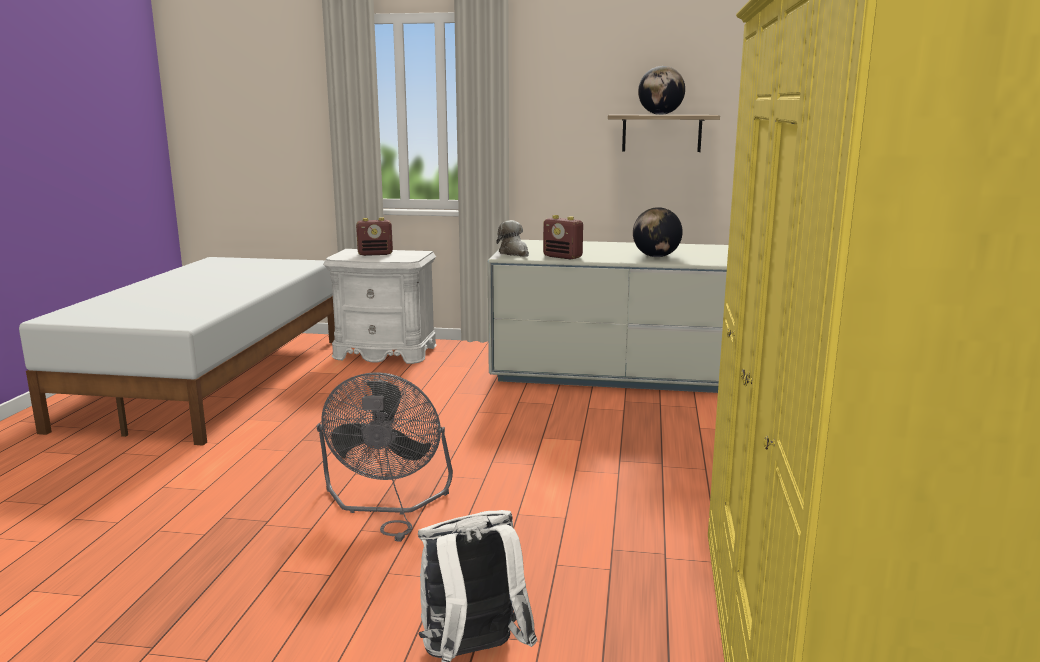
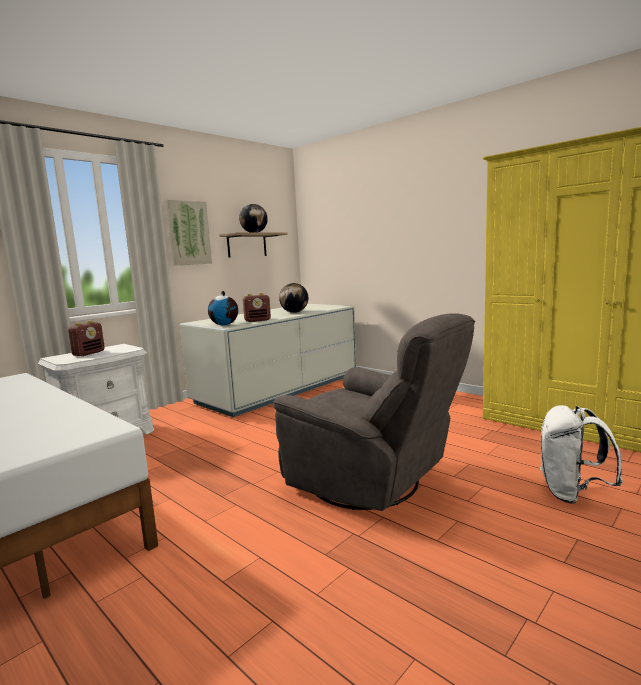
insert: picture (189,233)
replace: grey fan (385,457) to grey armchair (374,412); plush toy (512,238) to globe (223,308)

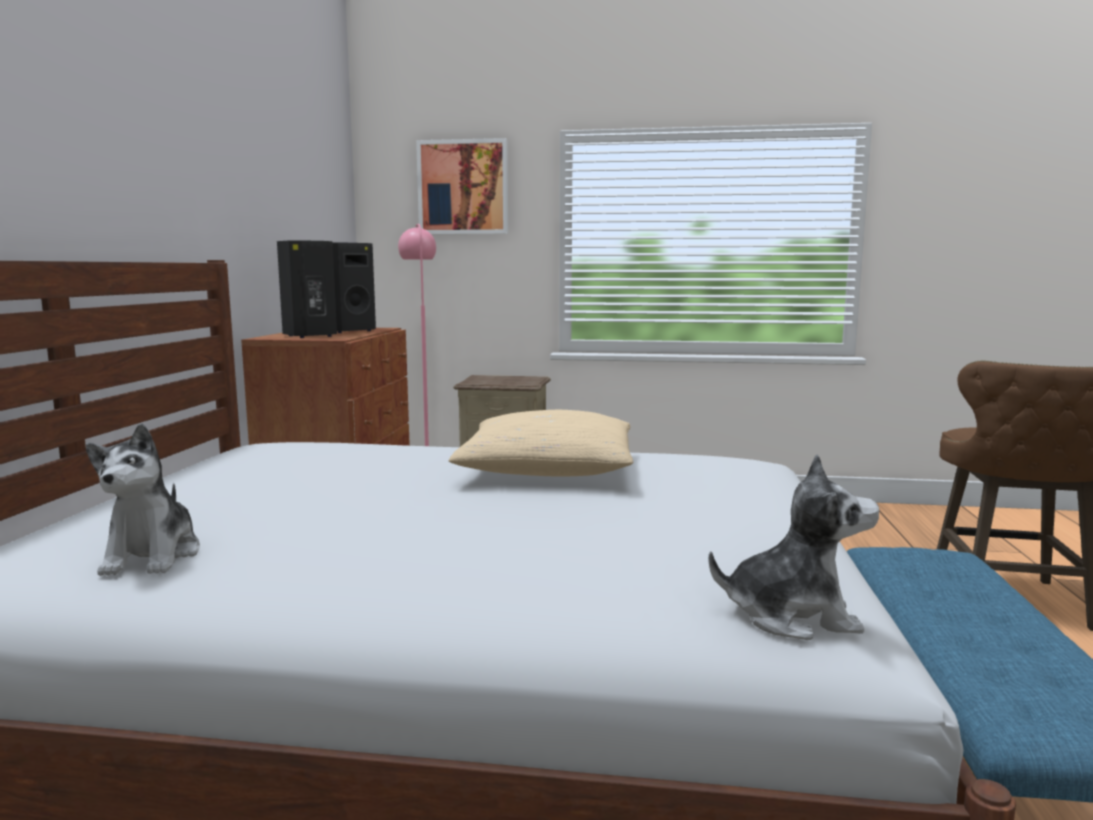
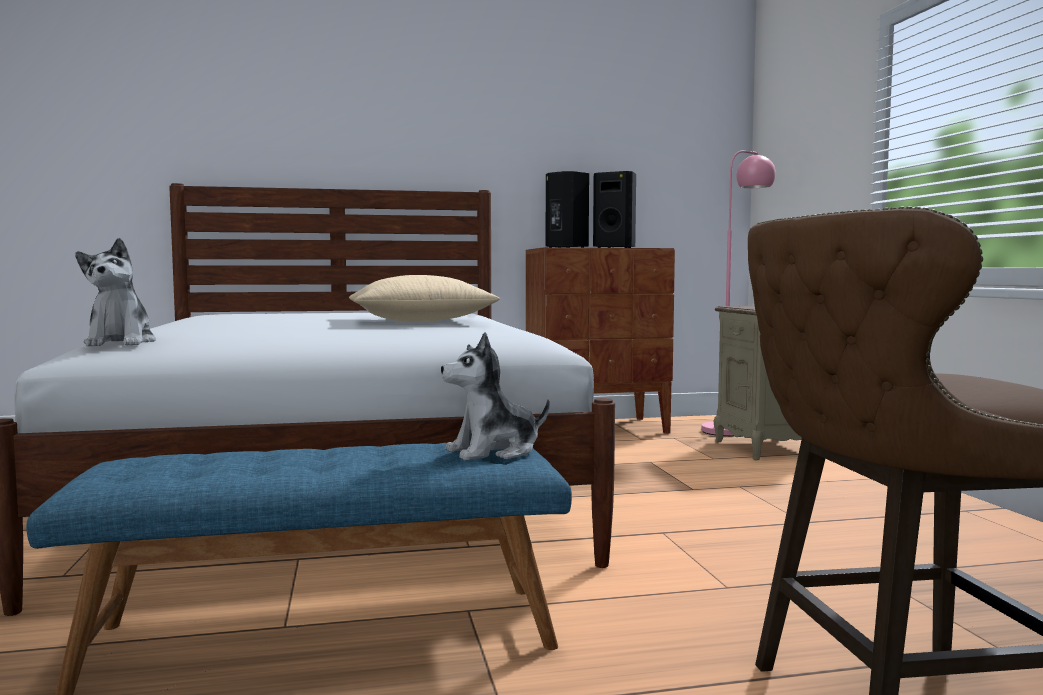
delete: picture (462,186)
move: plush toy (143,499) to (495,396)

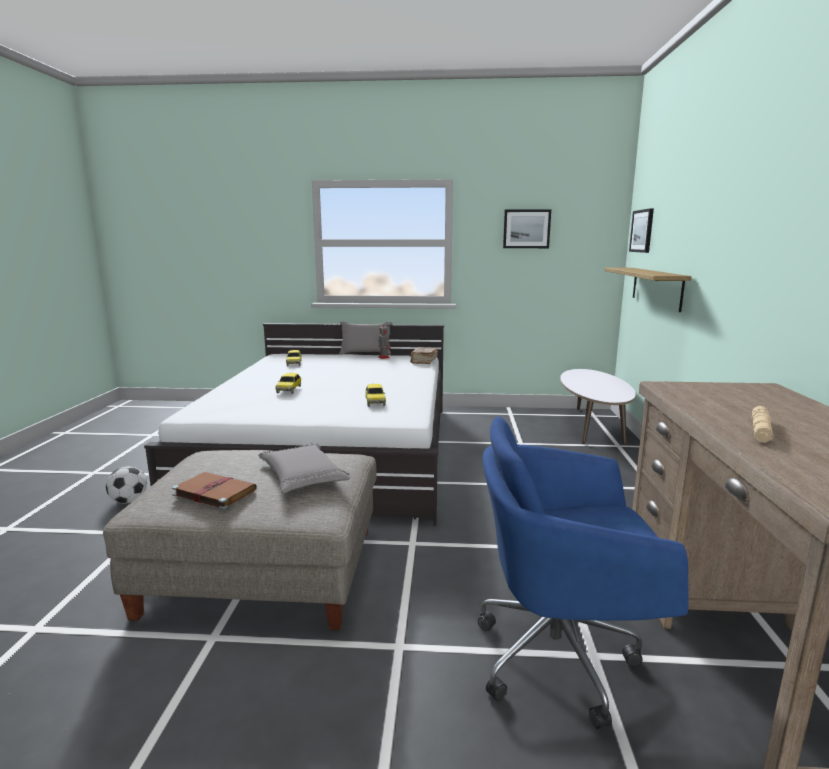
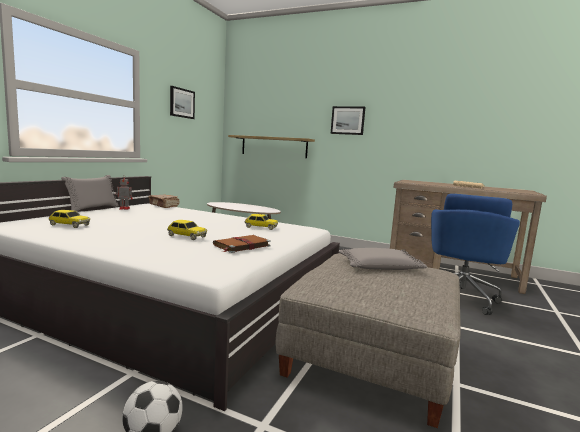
move: brown book (214,490) to (242,244); picture (641,230) to (348,120)

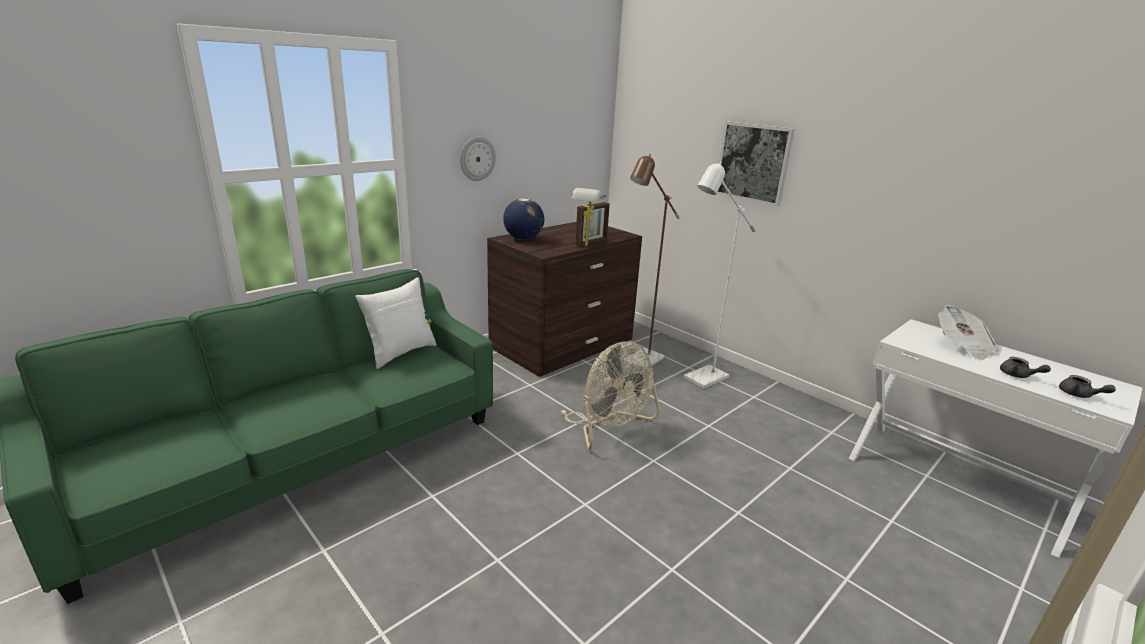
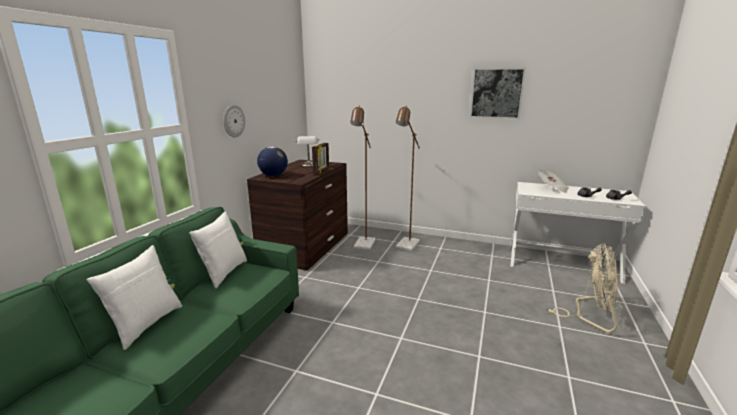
insert: white pillow (134,297)
move: beige fan (610,396) to (582,289); picture (756,163) to (498,93)
recolor: white floor lamp (720,275) to brown floor lamp (408,178)

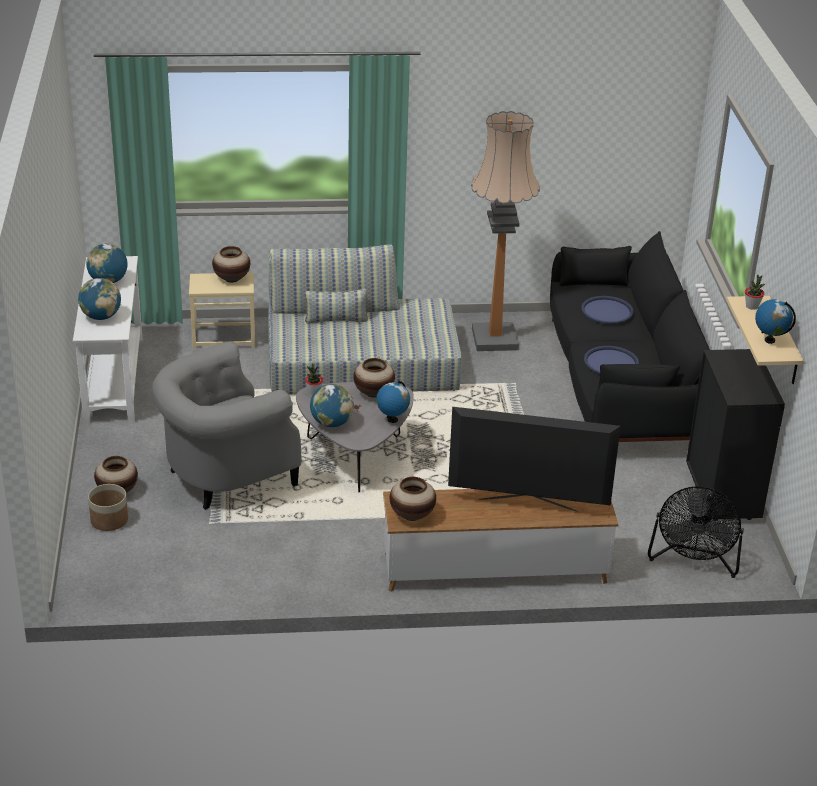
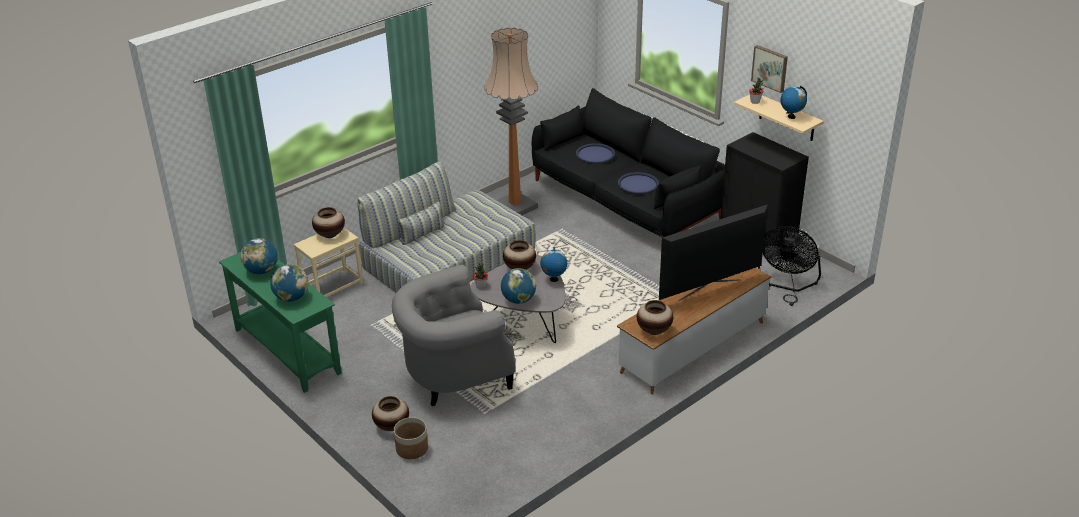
insert: picture (769,69)
recolor: white console table (108,340) to green console table (280,322)
rotate: grey armchair (226,425) = (453,335) 45 degrees clockwise; black fan (696,532) = (789,266) 135 degrees counterclockwise

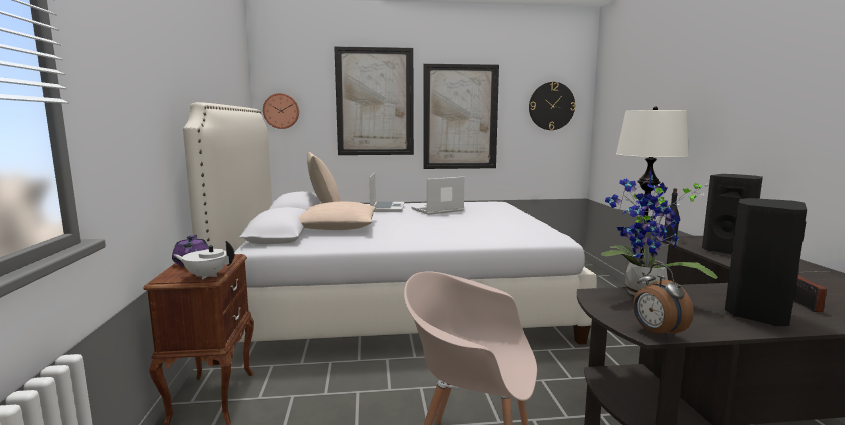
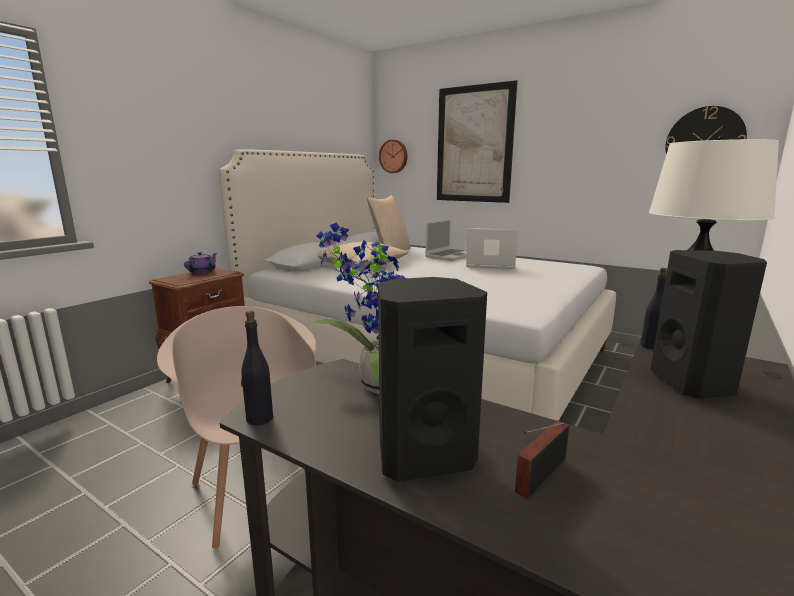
delete: white teapot (204,260); picture (461,116)
replace: alarm clock (663,301) to black bottle (257,368)

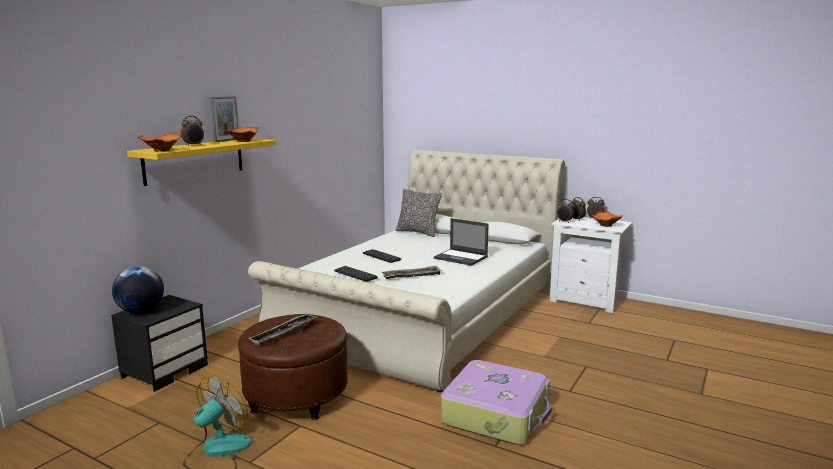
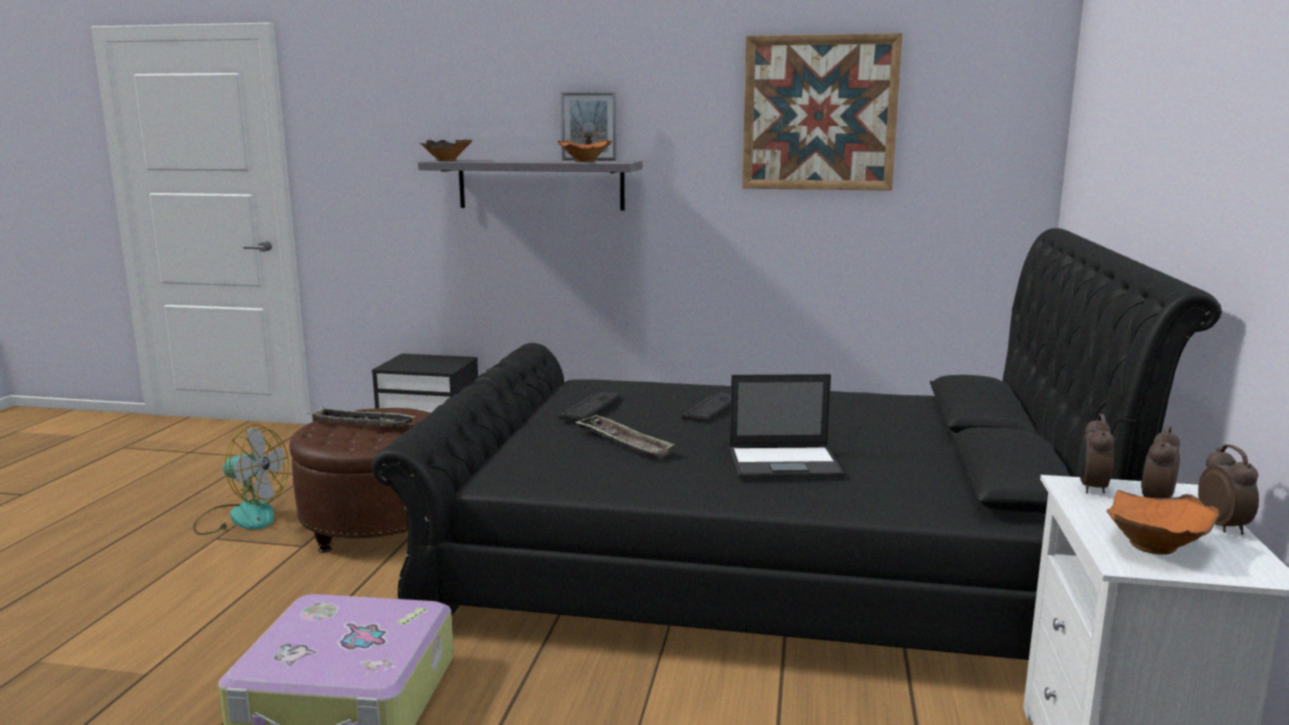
delete: globe (138,289); alarm clock (192,131); pillow (419,213)
insert: picture (822,112)
recolor: yellow shelf (201,162) to grey shelf (530,185); orange bowl (160,142) to black bowl (446,150); beige bed (406,271) to black bed (796,444)
rotate: laptop (461,242) = (787,426) 105 degrees counterclockwise

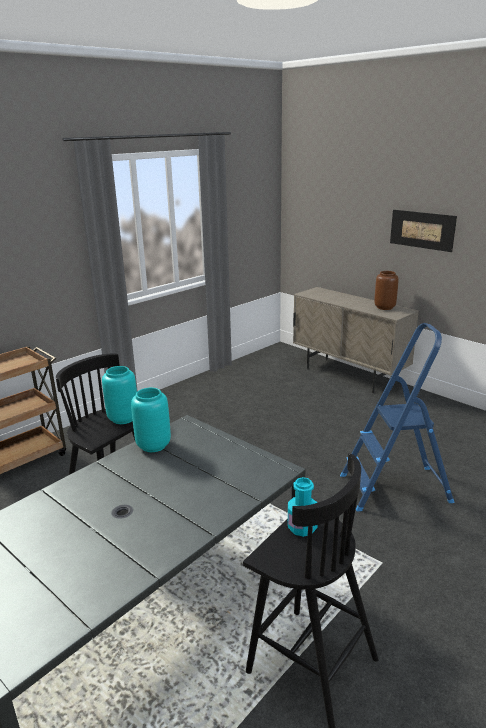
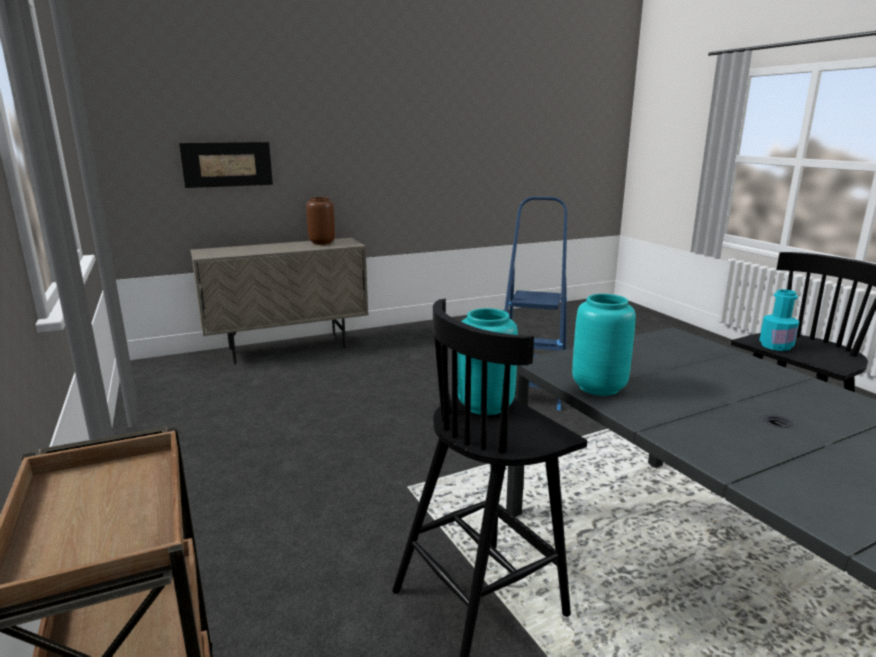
move: picture (423,231) to (226,165)

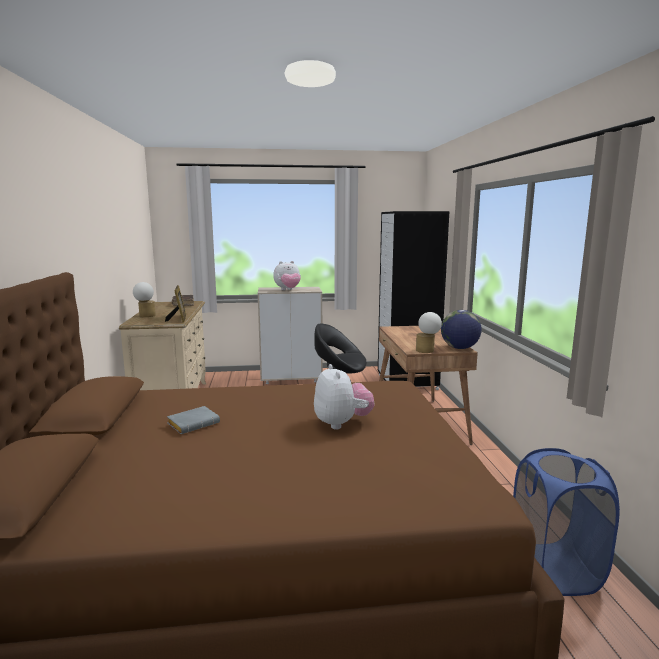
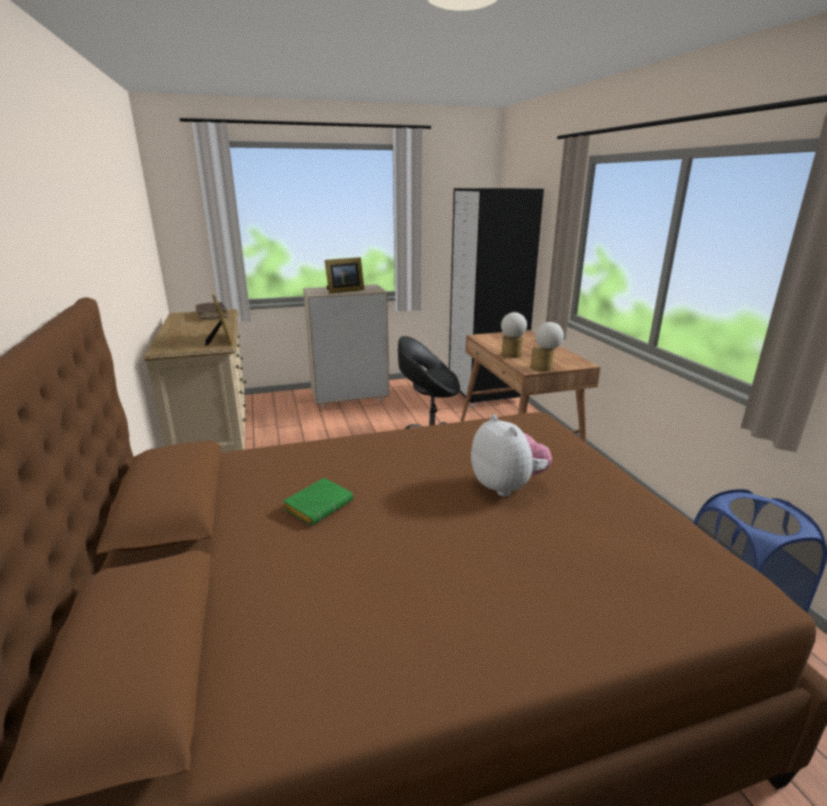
delete: globe (461,329)
move: table lamp (144,299) to (514,335)
replace: plush toy (287,275) to picture frame (344,275)
recolor: grey book (193,420) to green book (318,502)

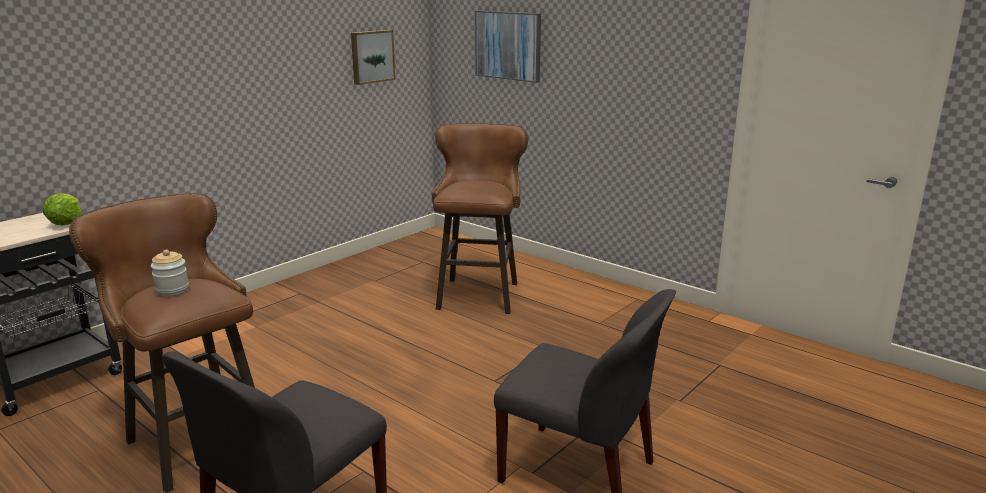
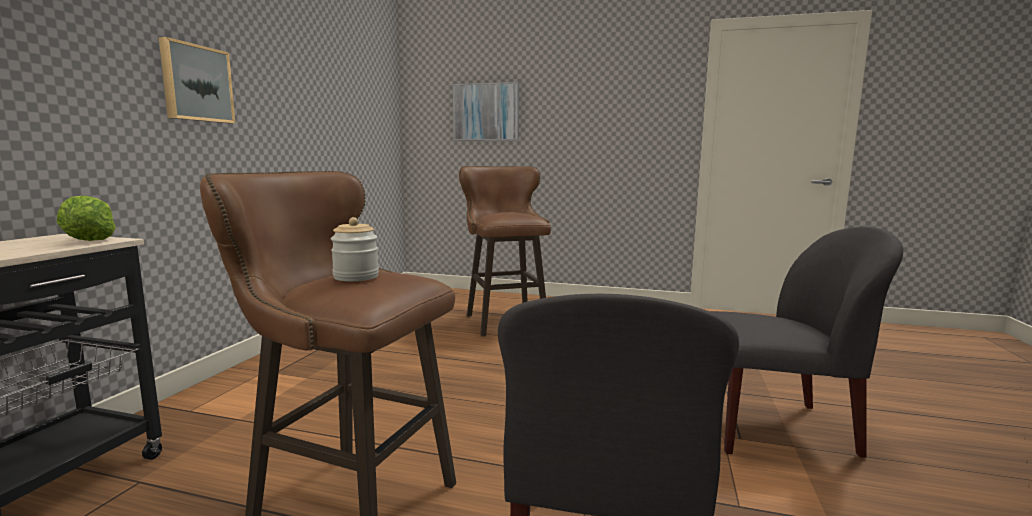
move: picture (373,57) to (197,80)

